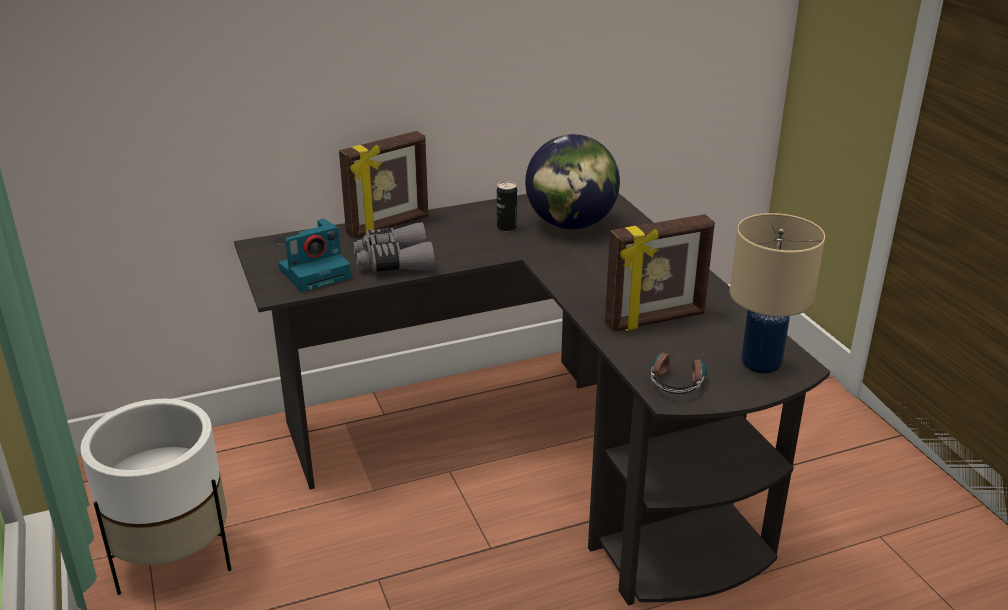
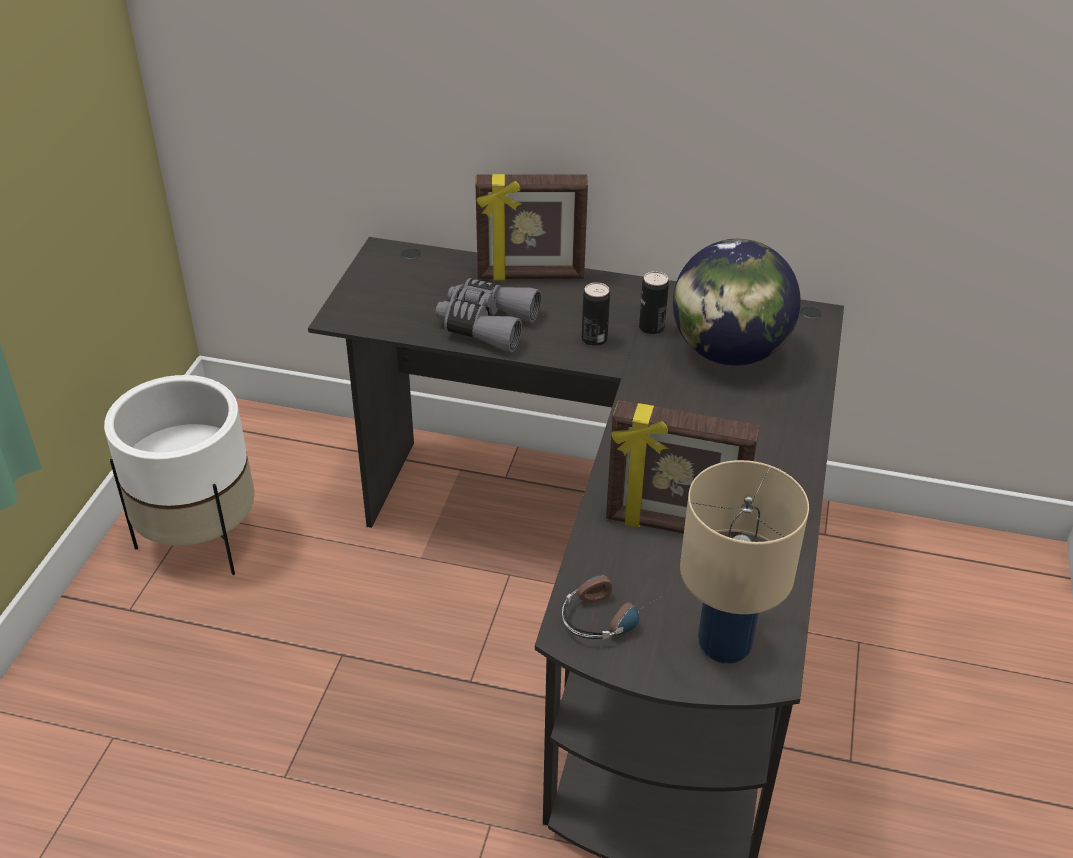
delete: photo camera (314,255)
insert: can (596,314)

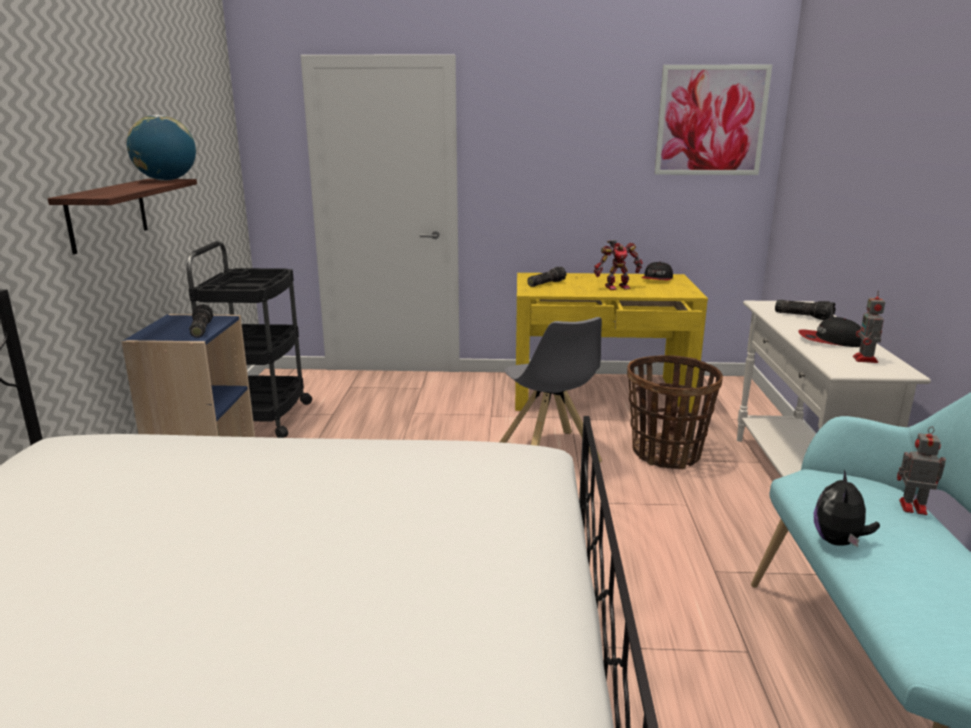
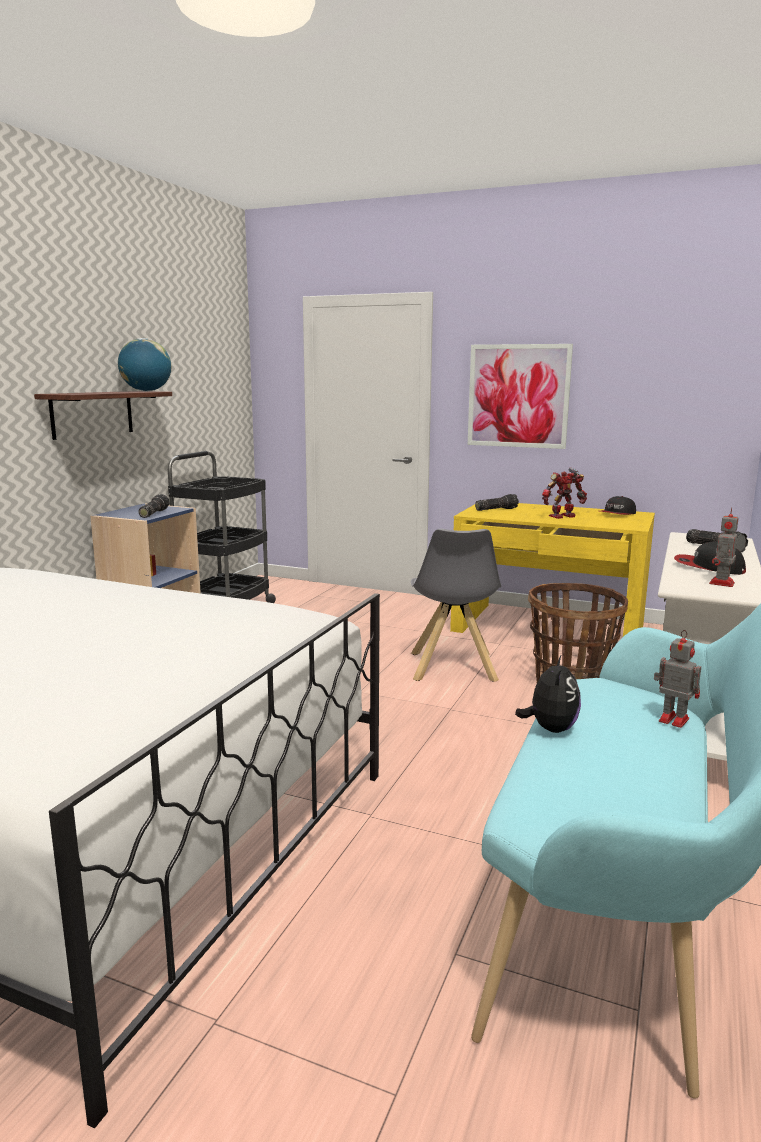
move: picture (713,120) to (520,396)
rotate: toy robot (618,265) = (564,493) 150 degrees clockwise; plush toy (847,508) = (548,694) 150 degrees clockwise

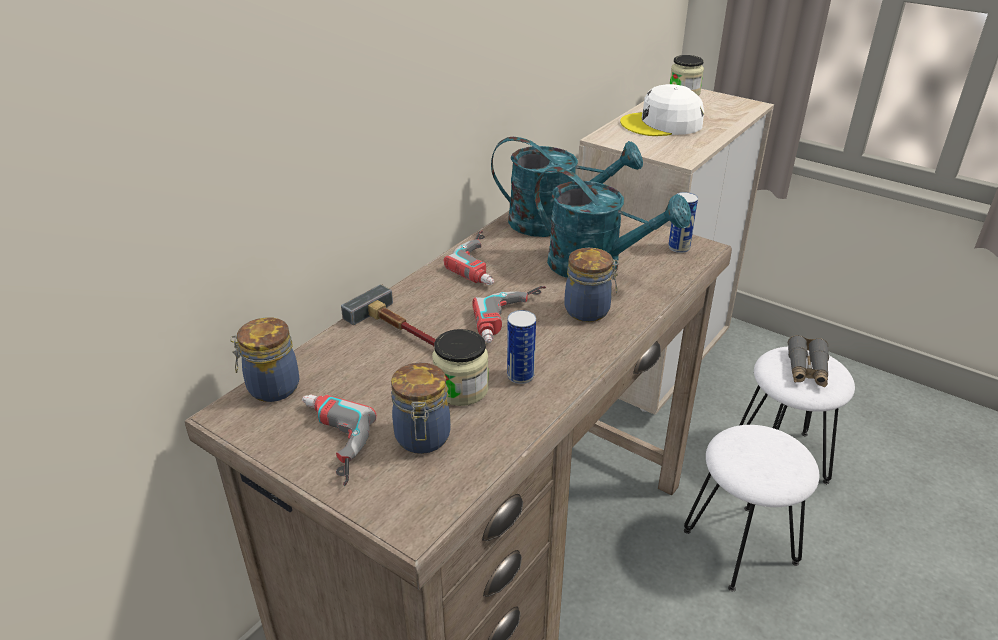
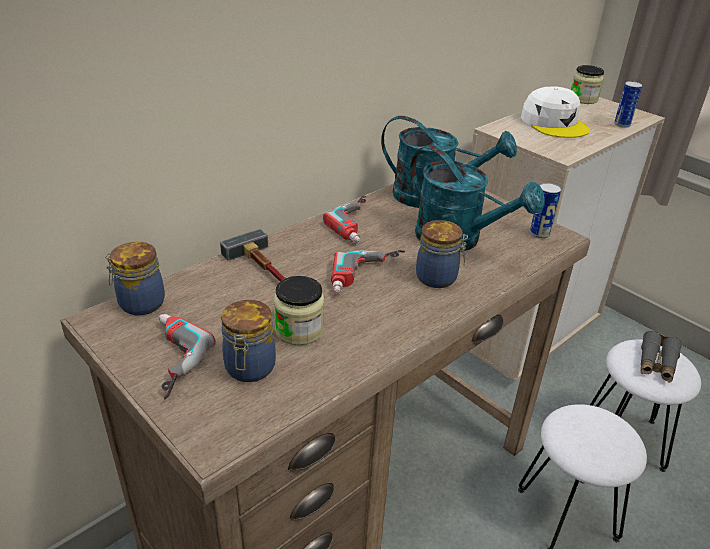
move: can (521,347) to (628,104)
rotate: white cap (662,110) = (555,112) 120 degrees counterclockwise

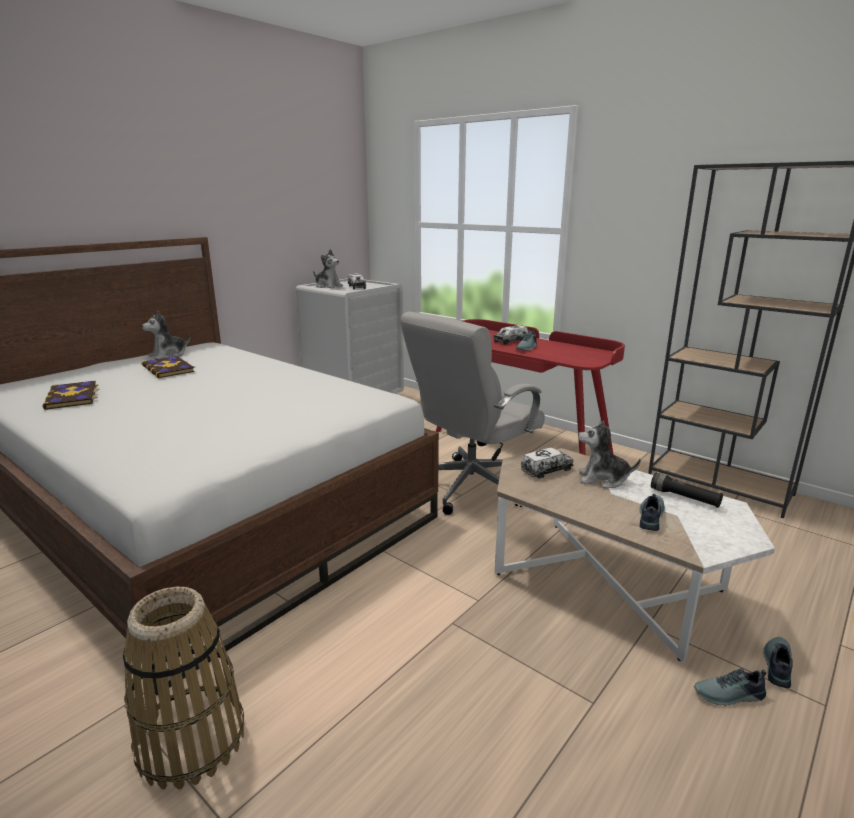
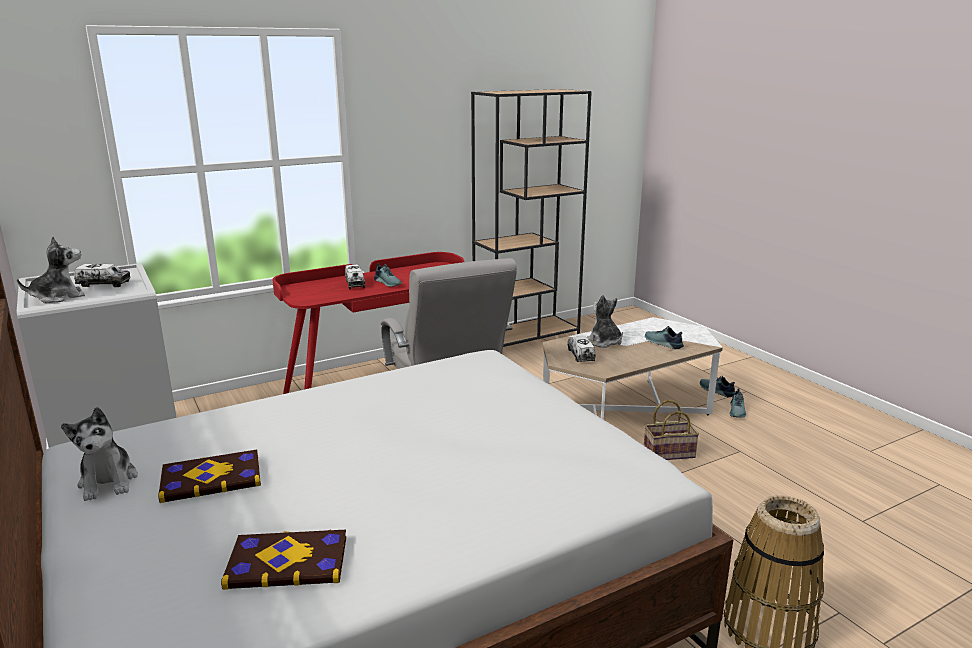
delete: black flashlight (687,490)
insert: basket (671,430)
rotate: plush toy (609,454) = (605,321) 120 degrees clockwise

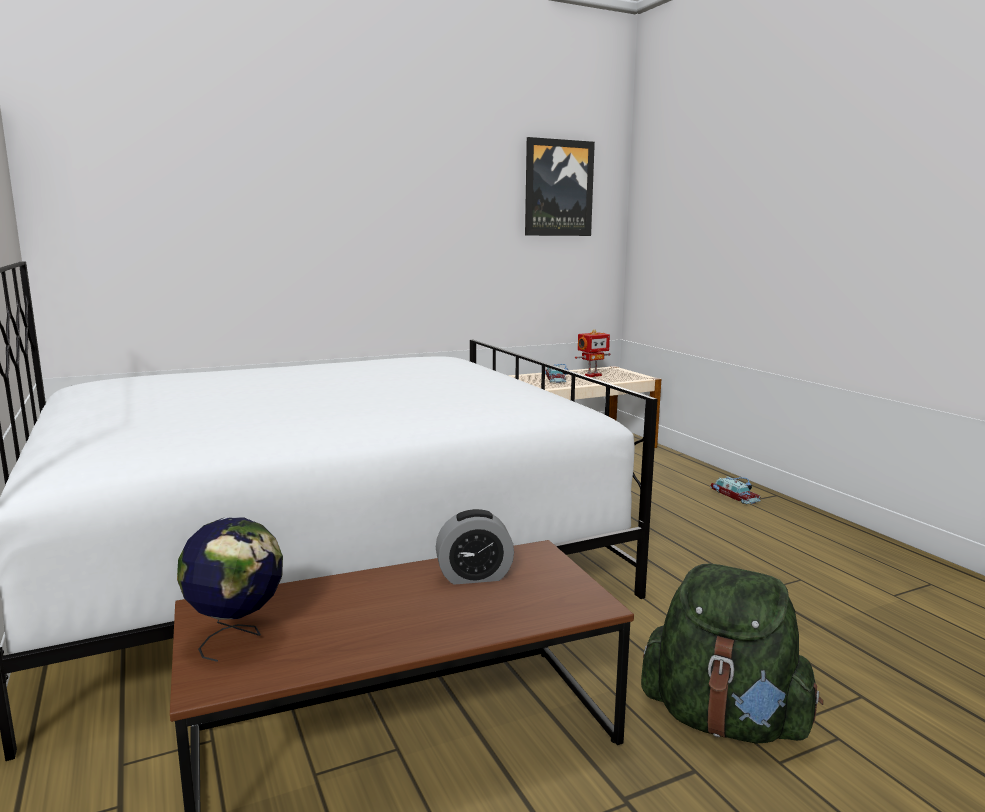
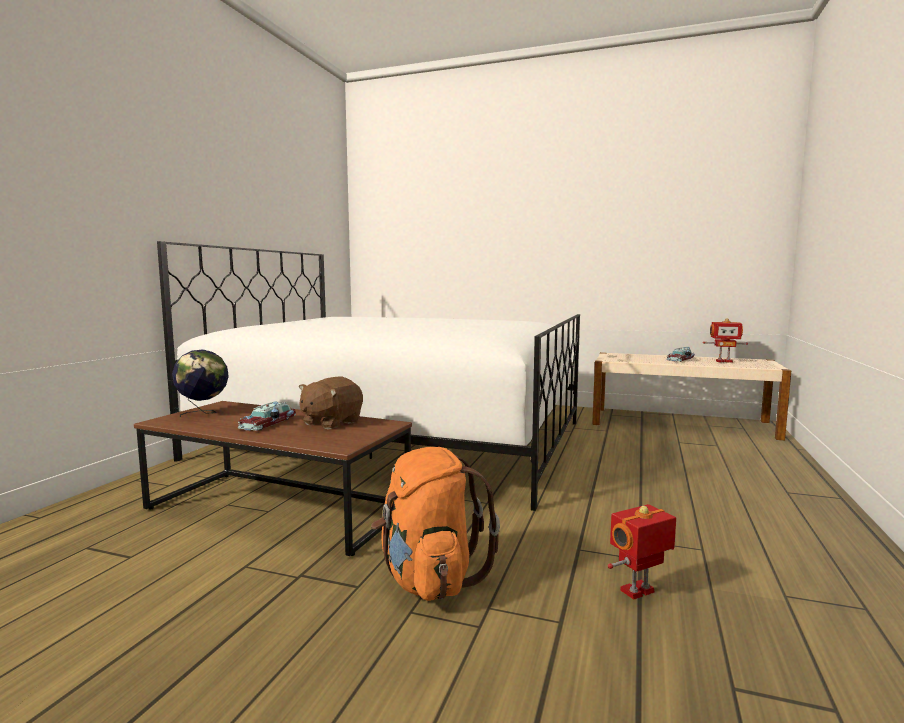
delete: picture (560,186)
insert: toy robot (642,552)
move: toy car (735,490) to (267,416)
replace: alarm clock (475,547) to brown plush toy (331,403)
recolor: green backpack (732,653) to orange backpack (435,524)

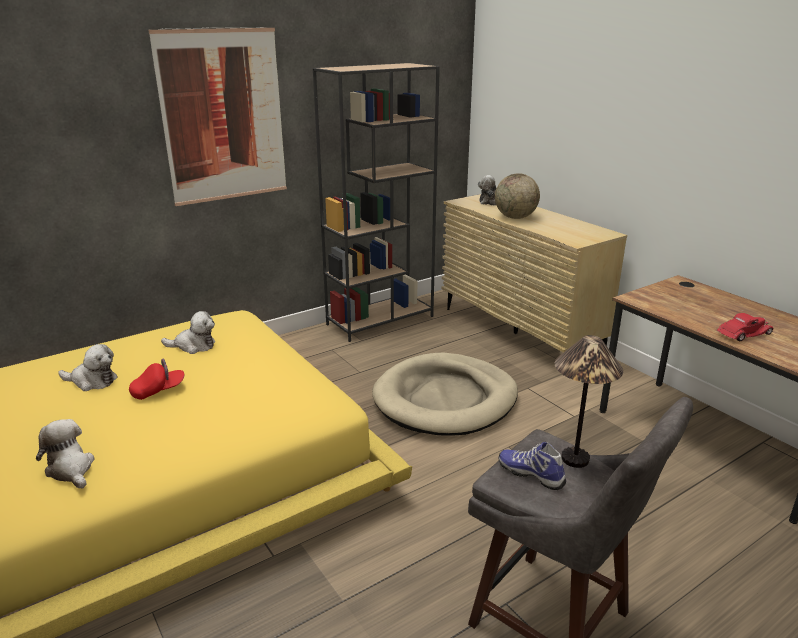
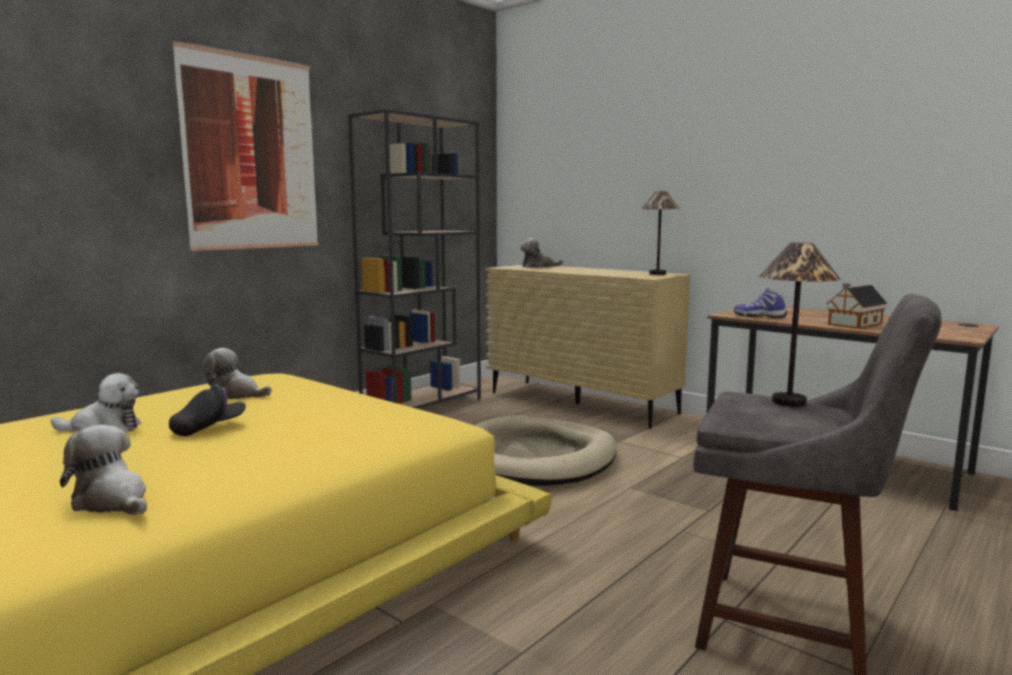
delete: globe (517,196)
insert: table lamp (660,233)
move: shoe (532,466) to (760,303)
replace: red toy car (745,327) to toy house (856,306)
recolor: red cap (156,379) to black cap (207,410)
rotate: plush toy (188,332) = (237,373) 150 degrees counterclockwise

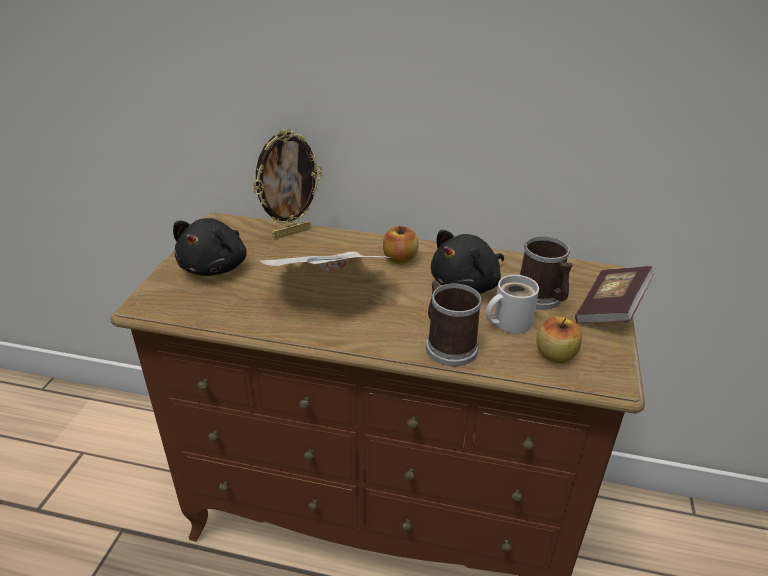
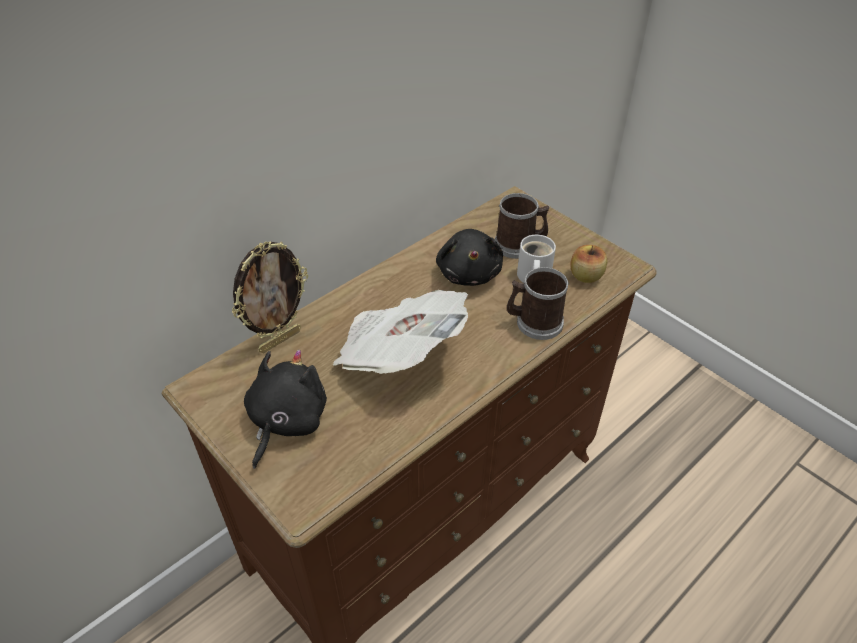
delete: apple (401,245); book (614,295)
rotate: black plush toy (210,247) = (285,409) 120 degrees counterclockwise; picture frame (287,184) = (270,297) 45 degrees clockwise

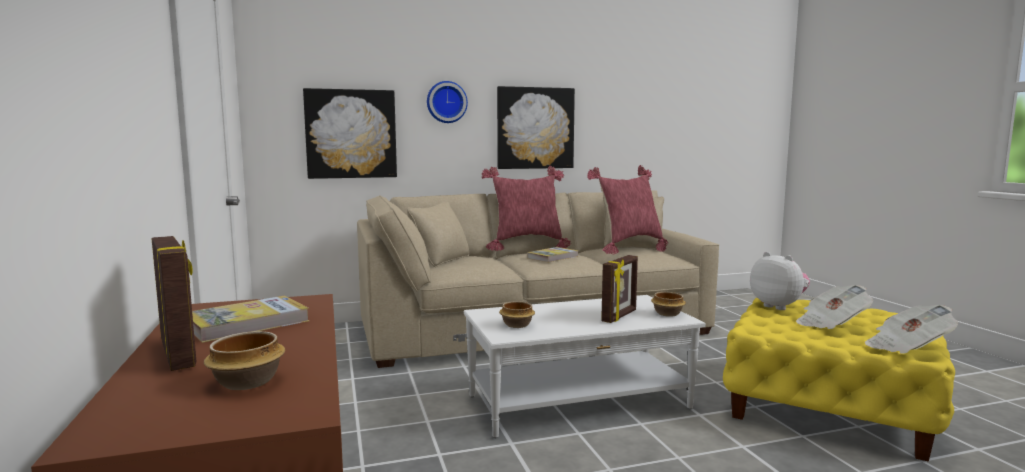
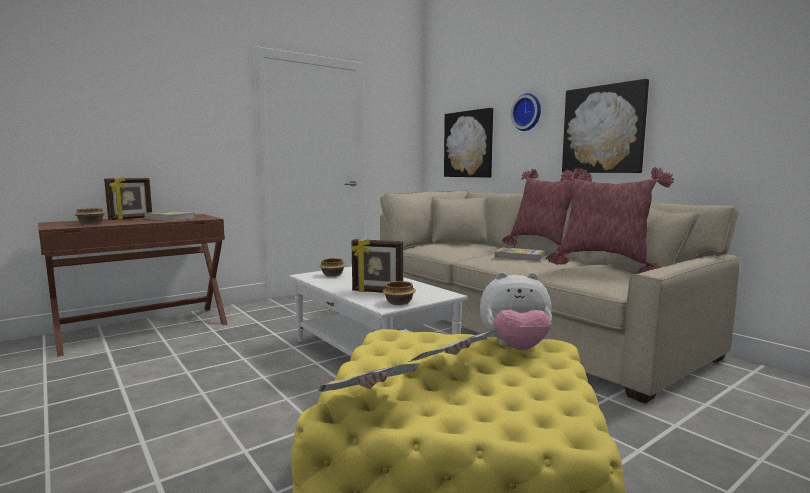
rotate: plush toy (780,281) = (516,311) 60 degrees clockwise

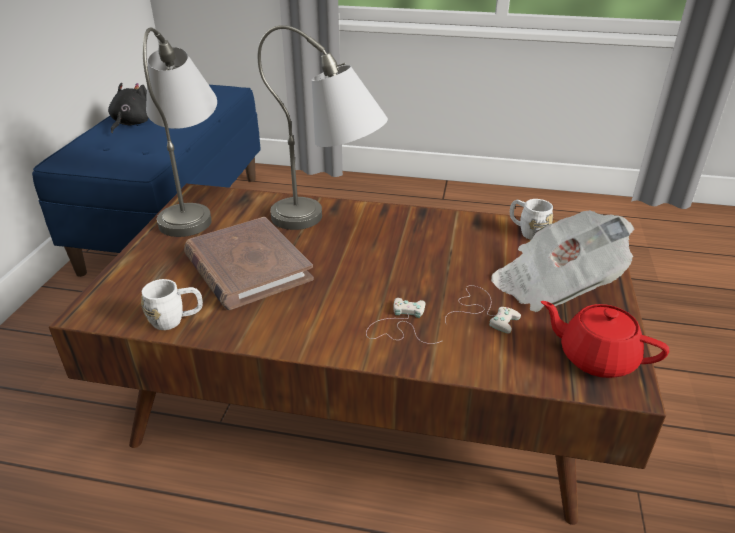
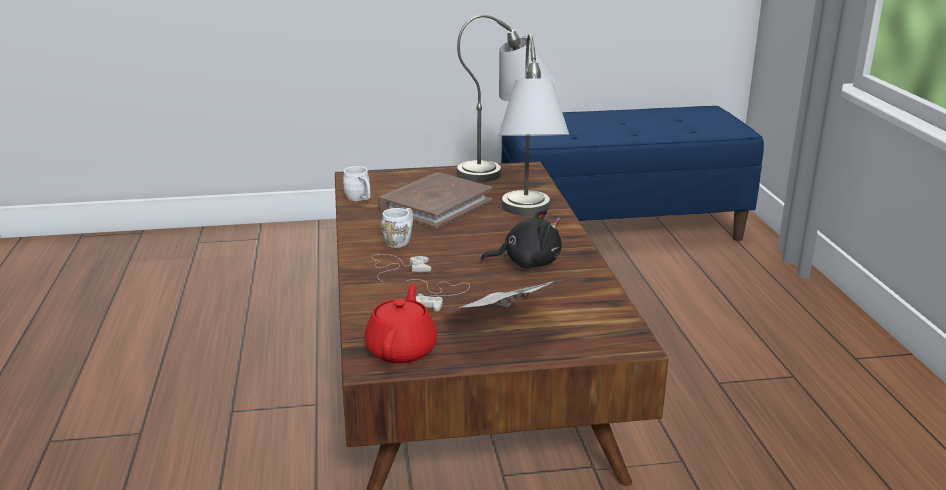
move: black plush toy (128,108) to (521,238); white mug (531,219) to (397,228)

